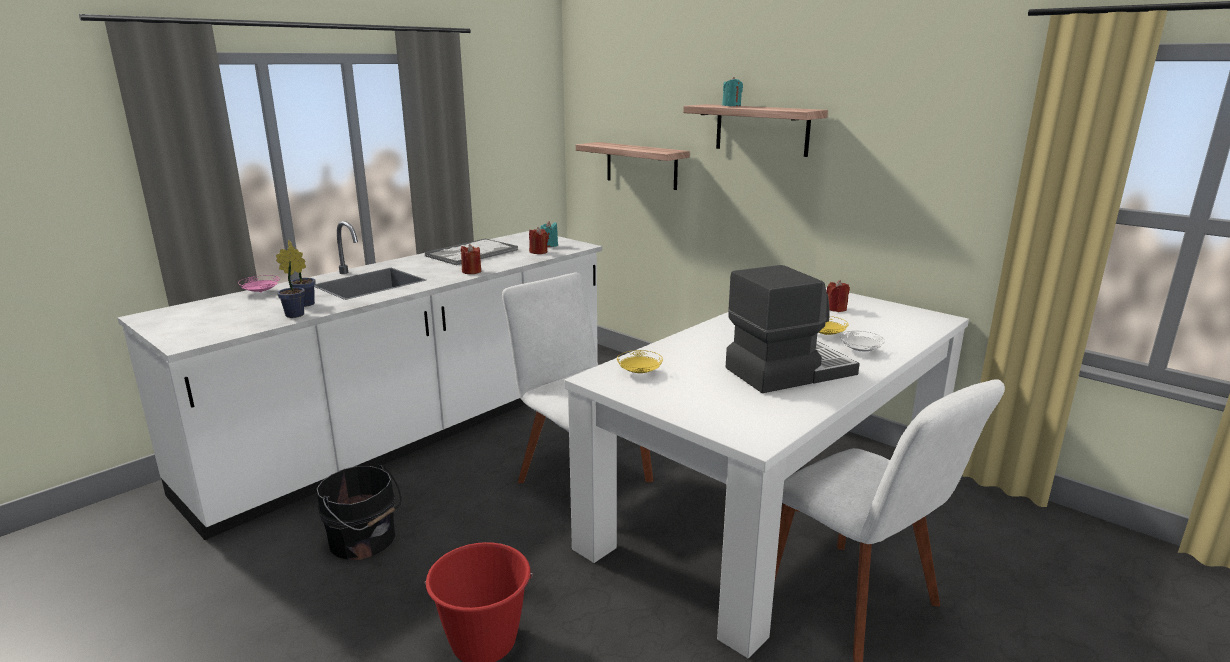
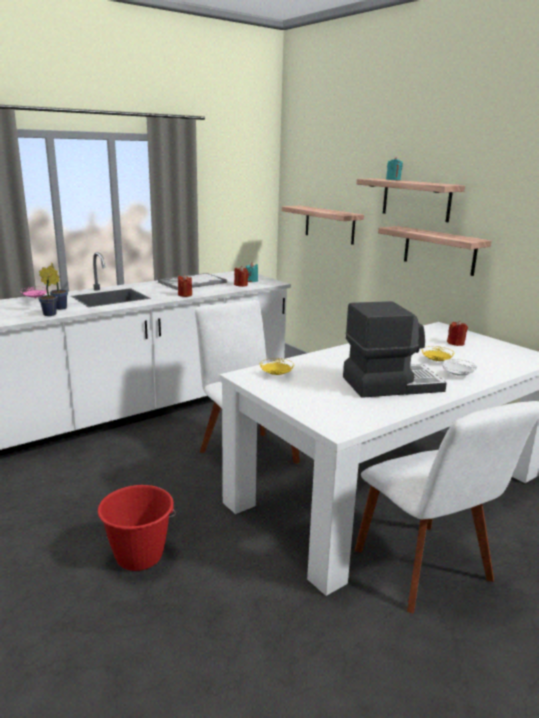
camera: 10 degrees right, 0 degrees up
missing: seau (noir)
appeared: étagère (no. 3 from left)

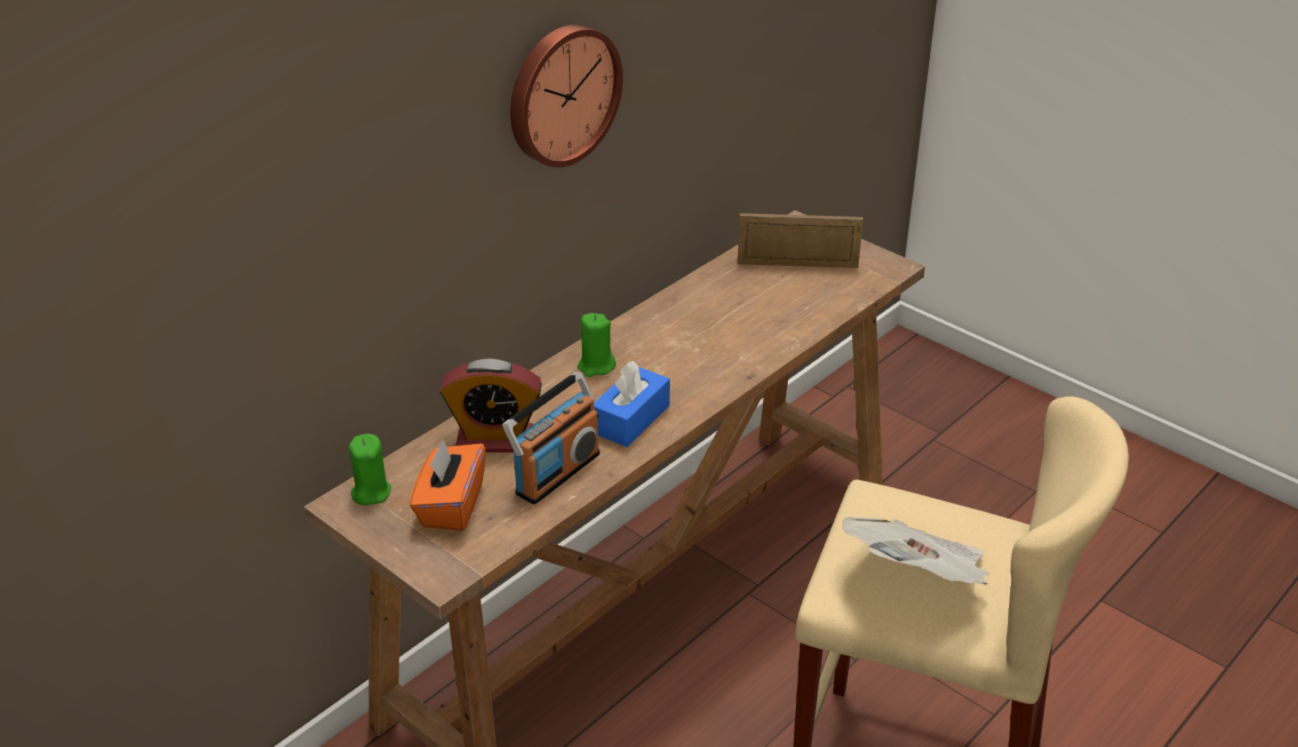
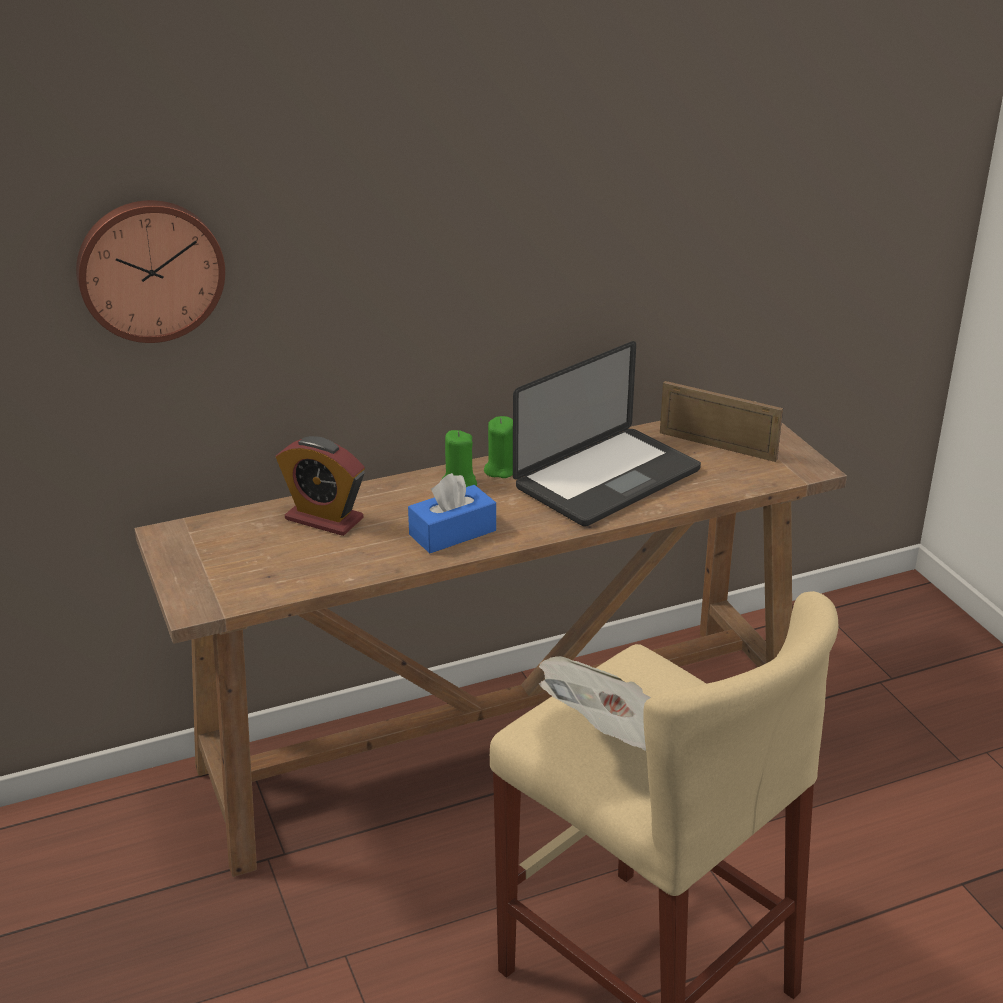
camera: 25 degrees right, 5 degrees down
missing: boîte à mouchoirs (orange); radio
appeared: ordinateur portable
relocated: bougie (vert) (no. 1 from left in the first image) to bougie (vert) (no. 2 from left); horloge murale

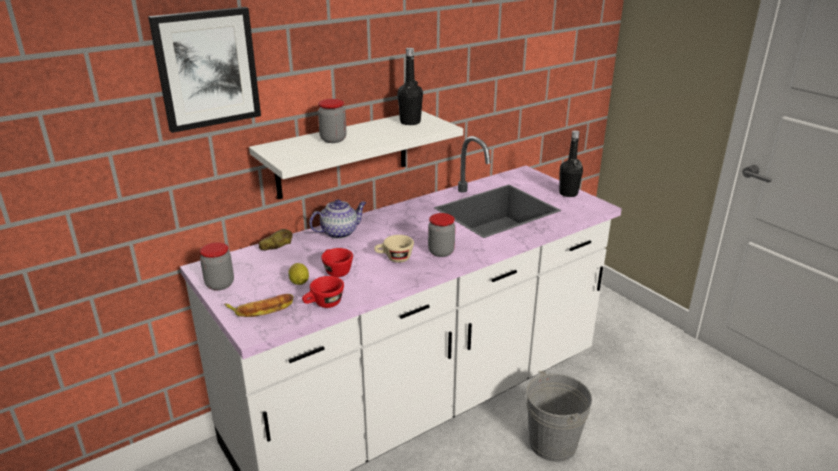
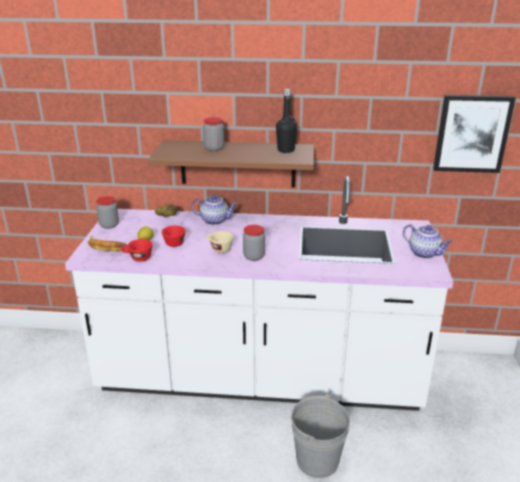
camera: 40 degrees right, 0 degrees up
relocated: tableau
exchanged: bouteille (noir) (no. 2 from left) to théière (no. 2 from left)
colour: étagère (blanc) to étagère (marron)

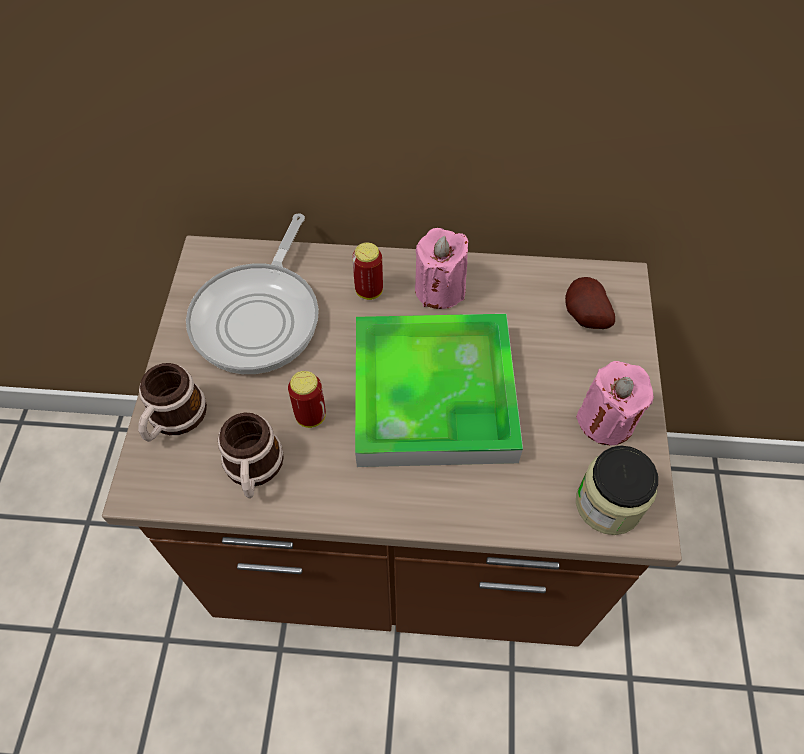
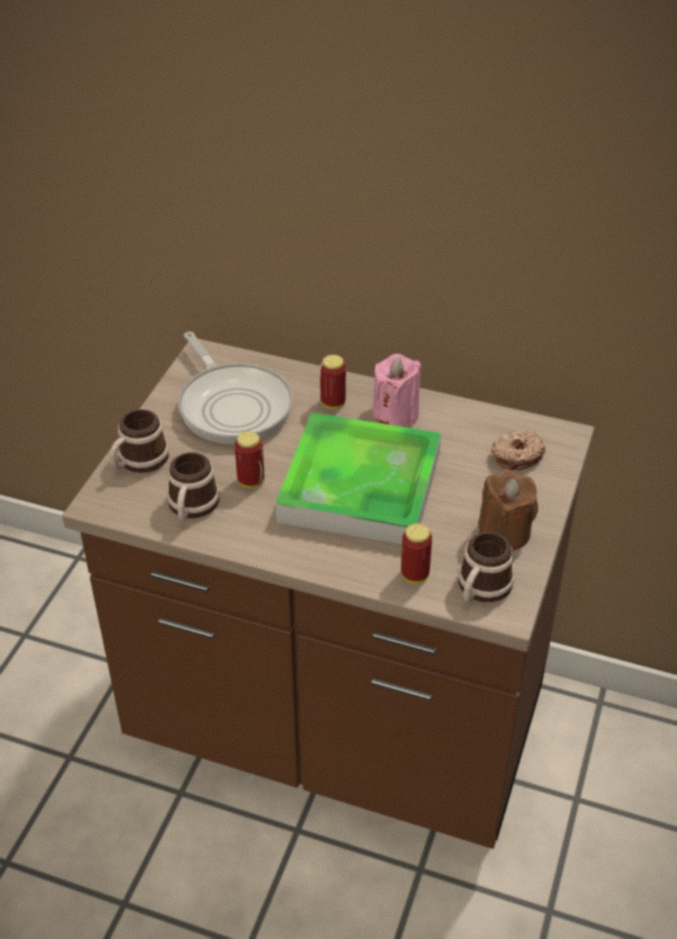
camera: 15 degrees right, 15 degrees down
appeared: boîte métallique (no. 3 from left)
exchanged: pomme de terre to beignet; bocal to mug (no. 3 from left)
colour: bougie (rose) (no. 2 from left) to bougie (marron)
spun: poêle 60 degrees counterclockwise

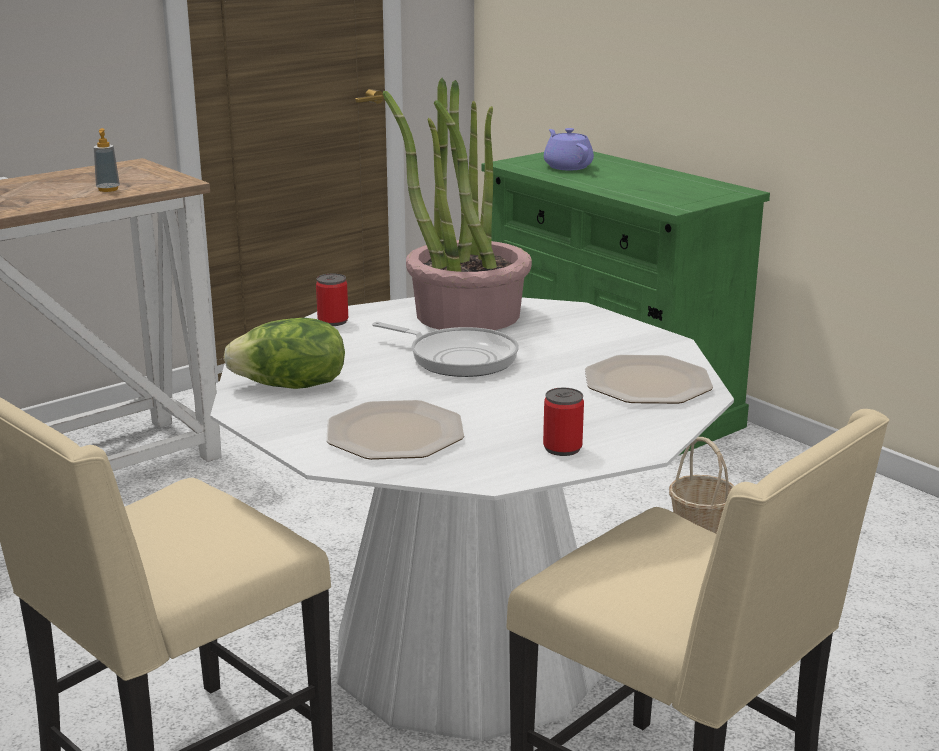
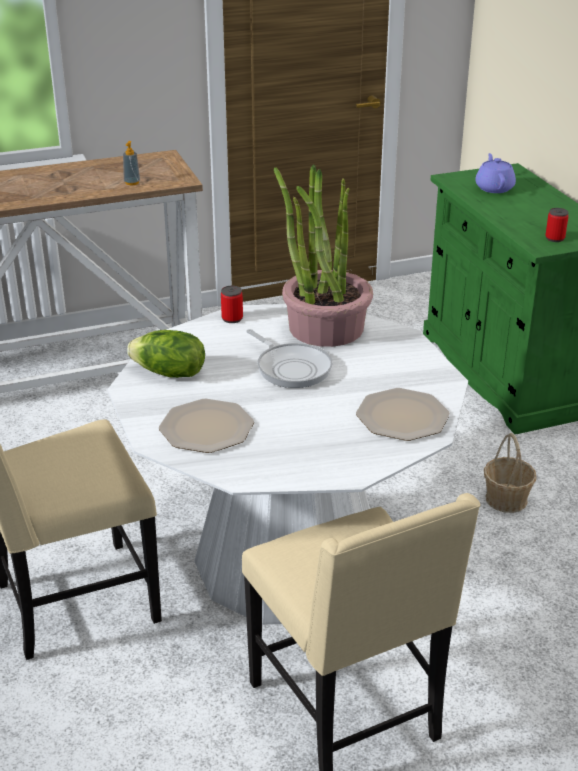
camera: 20 degrees right, 10 degrees up
relocated: boîte métallique (no. 2 from left)

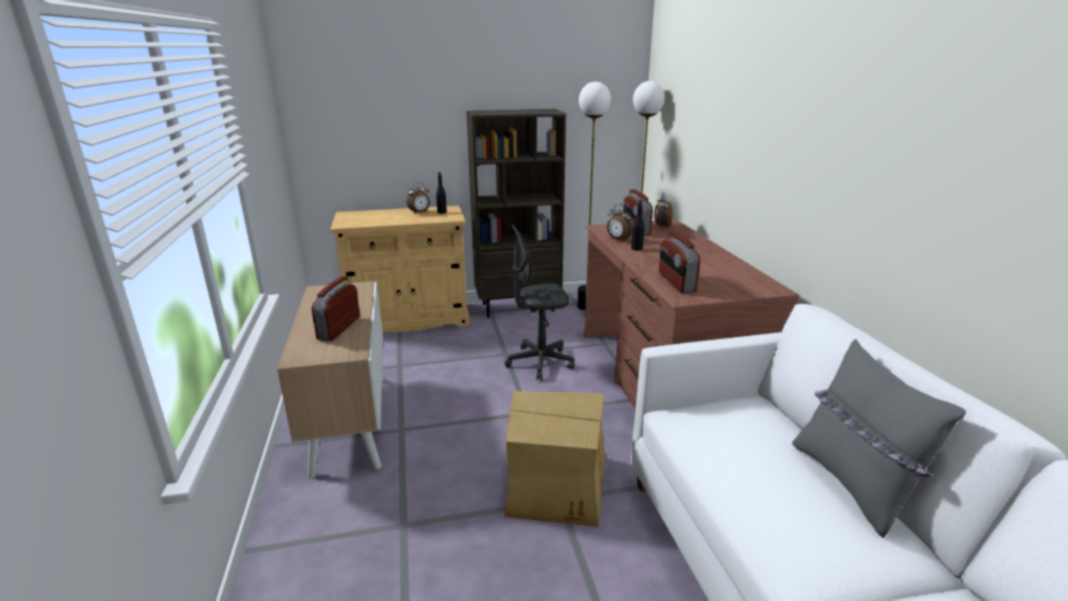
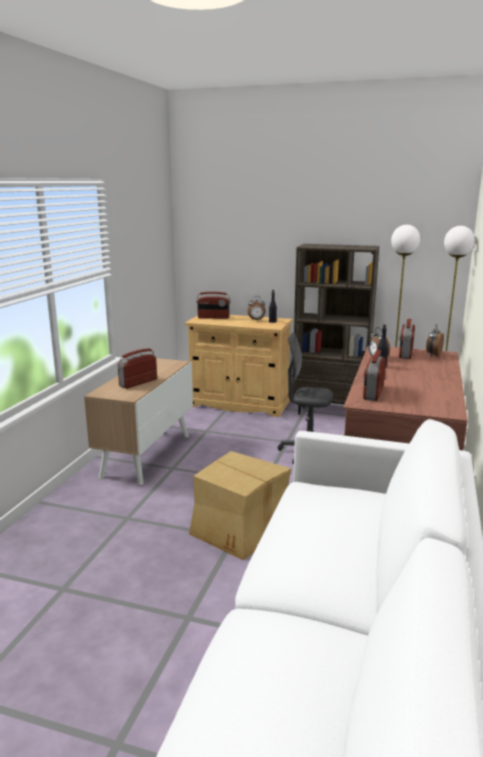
camera: 30 degrees right, 5 degrees down
missing: coussin (gris)
appeared: radio (no. 2 from left)

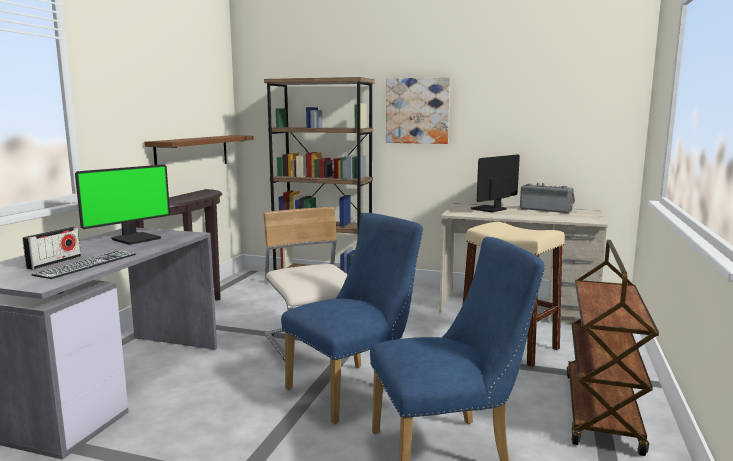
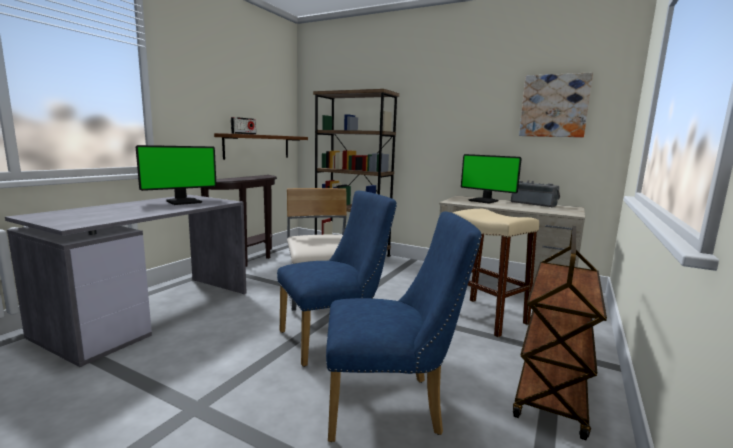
camera: 10 degrees right, 0 degrees up
missing: clavier
relocated: radio (no. 1 from left); tableau
spun: écran d'ordinateur (no. 2 from left) 105 degrees counterclockwise

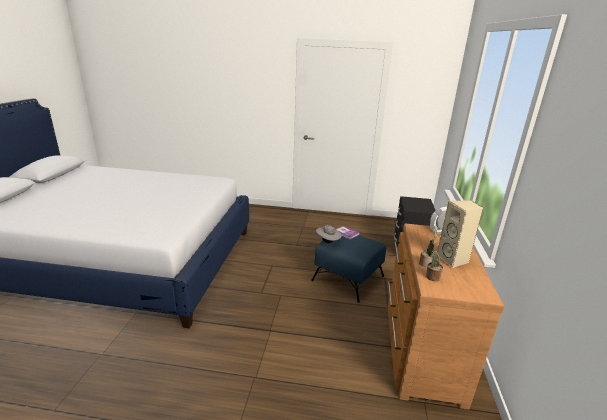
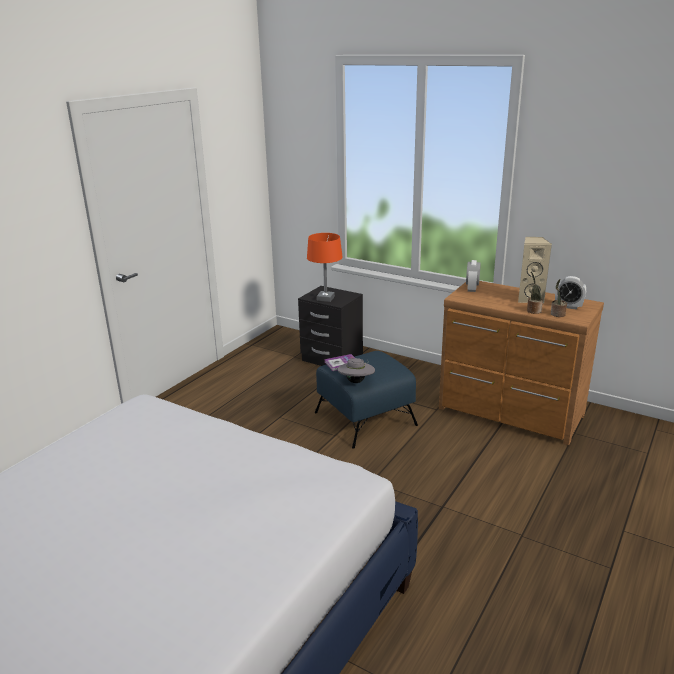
camera: 65 degrees left, 0 degrees up
appeared: lampe de table (orange); réveil (no. 2 from left)

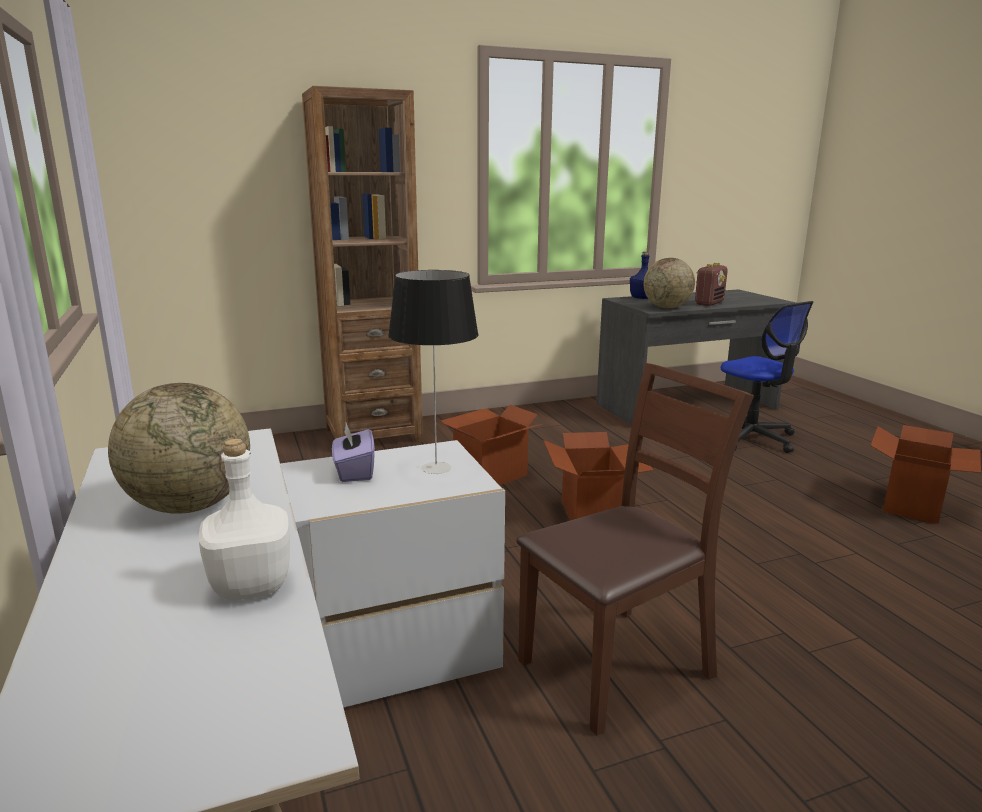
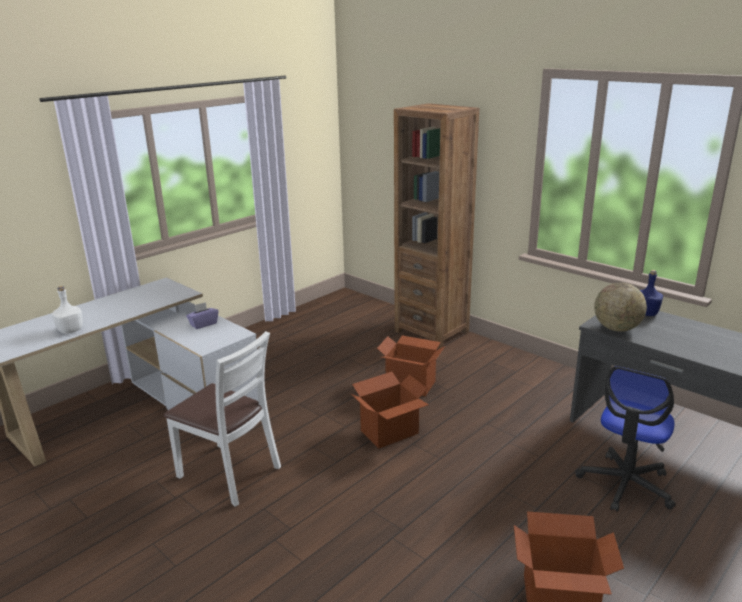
camera: 65 degrees right, 5 degrees up
missing: globe (no. 1 from left); lampe de table; radio
colour: chaise (marron) to chaise (blanc)

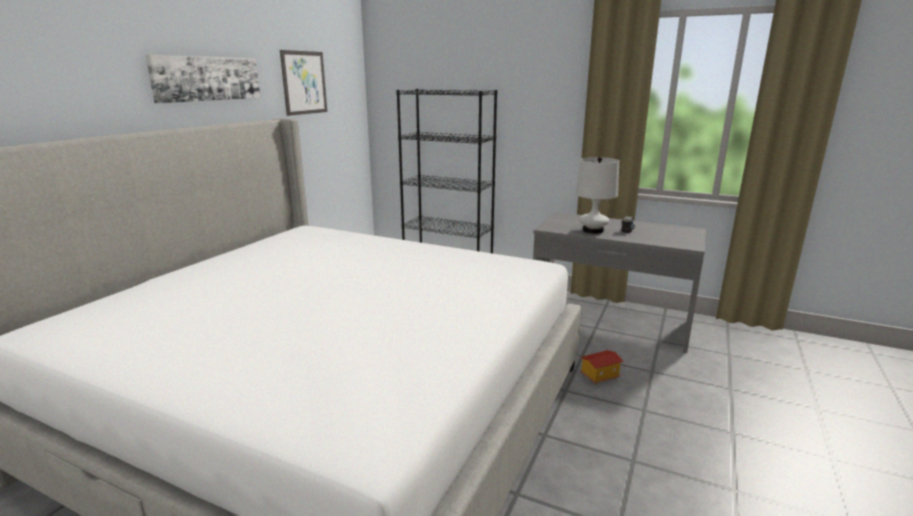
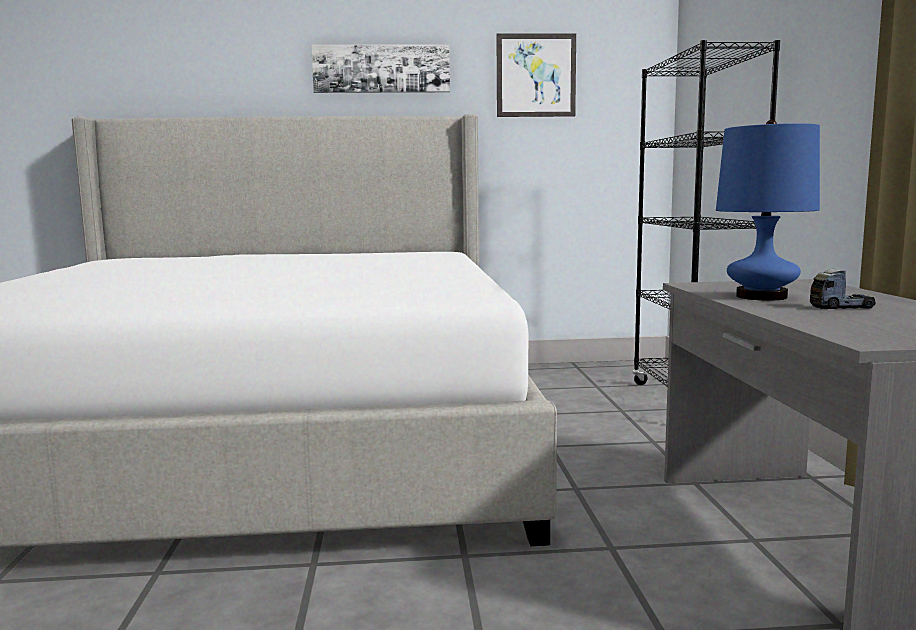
camera: 60 degrees right, 10 degrees down
missing: maison miniature
colour: lampe de table (blanc) to lampe de table (bleu)

